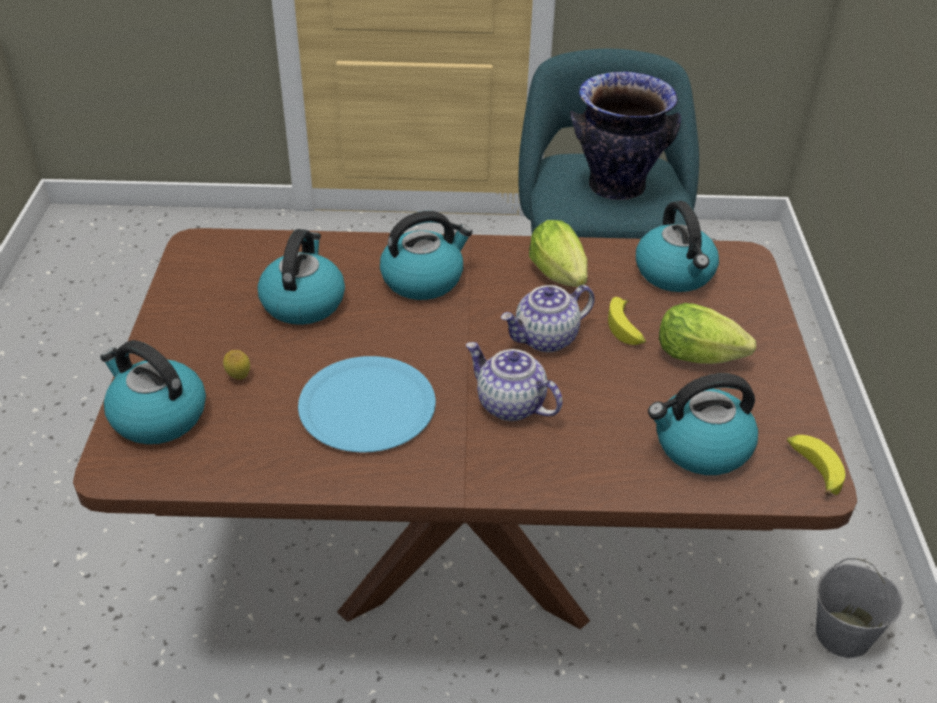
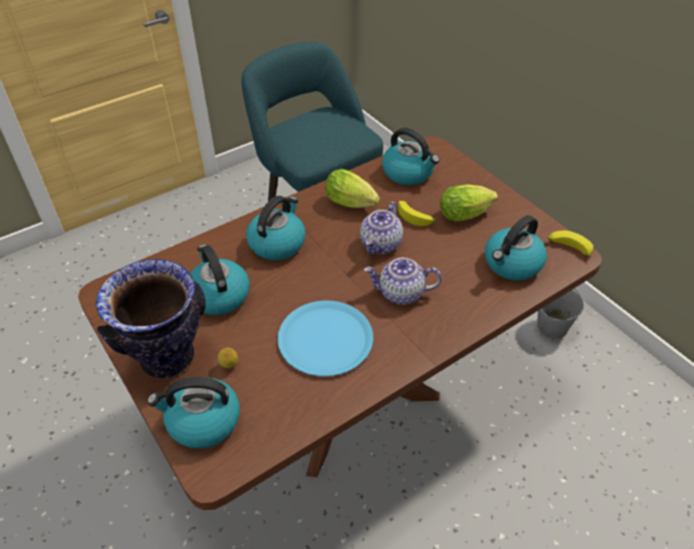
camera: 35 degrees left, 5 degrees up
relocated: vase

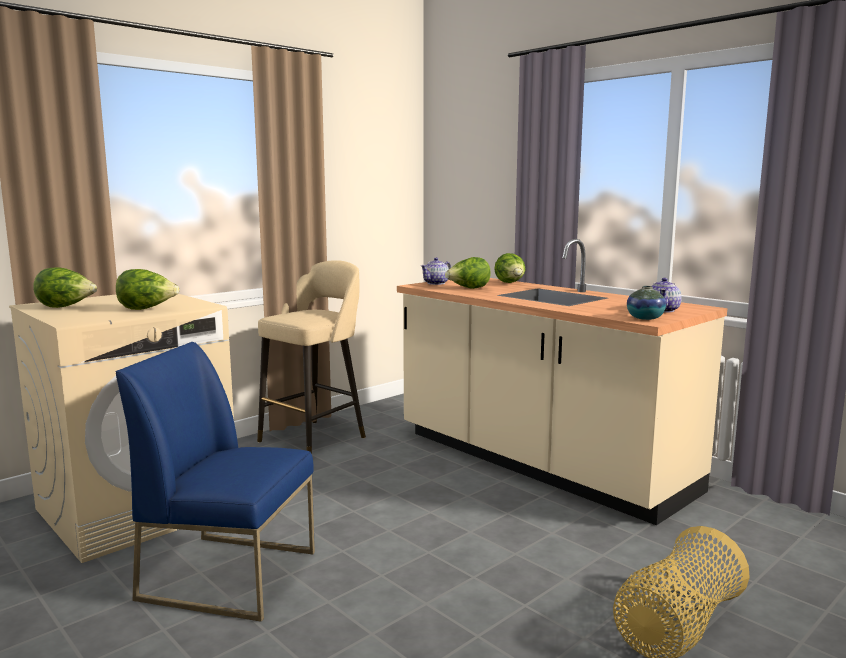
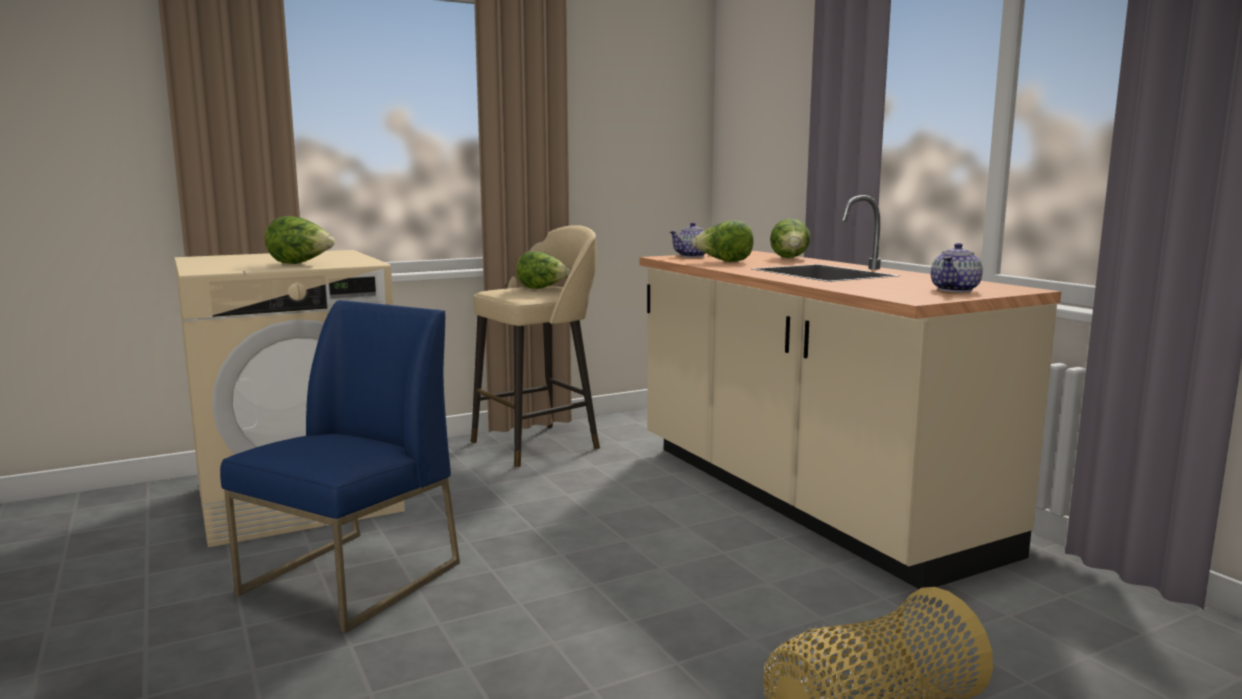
camera: 15 degrees right, 0 degrees up
missing: vase
relocated: laitue (no. 1 from left in the first image) to laitue (no. 2 from left)
spun: chaise (bleu) 90 degrees clockwise

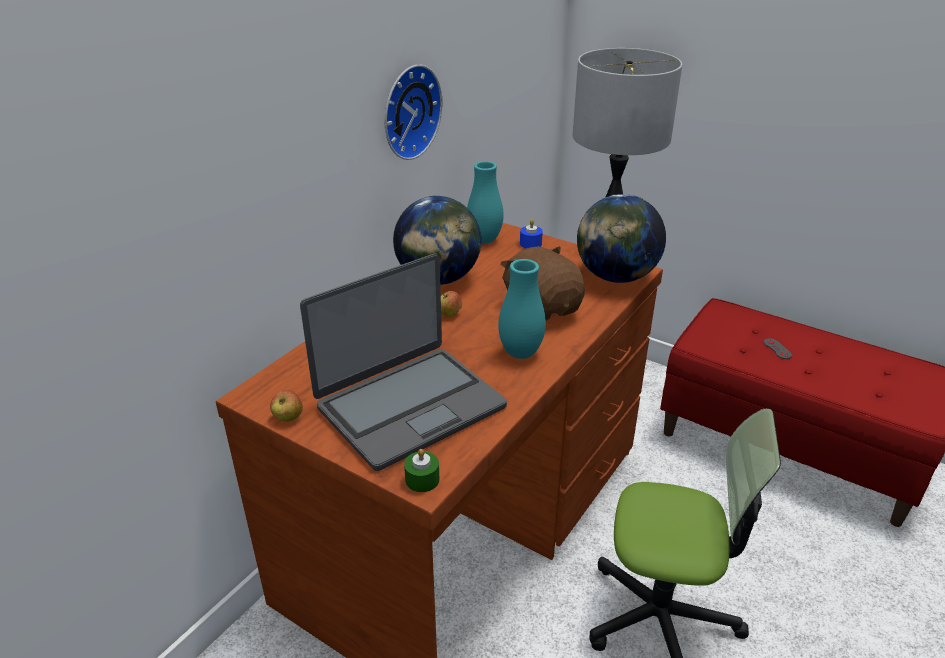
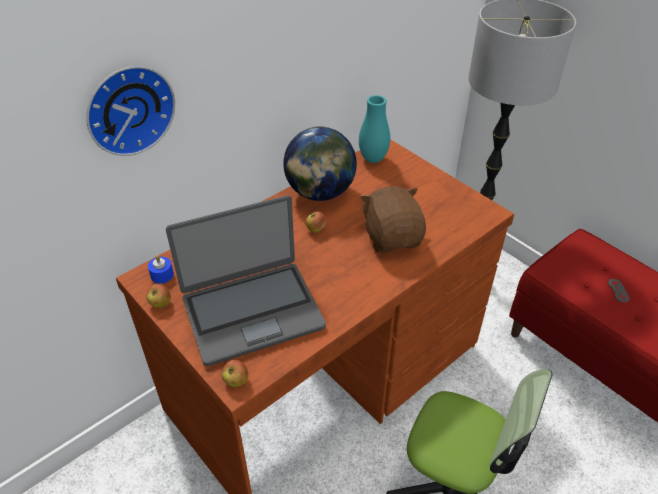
camera: 15 degrees right, 10 degrees up
missing: vase (turquoise) (no. 2 from left); globe (no. 2 from left)
relocated: horloge murale; bougie (bleu)
exchanged: bougie (vert) to pomme (no. 2 from left)

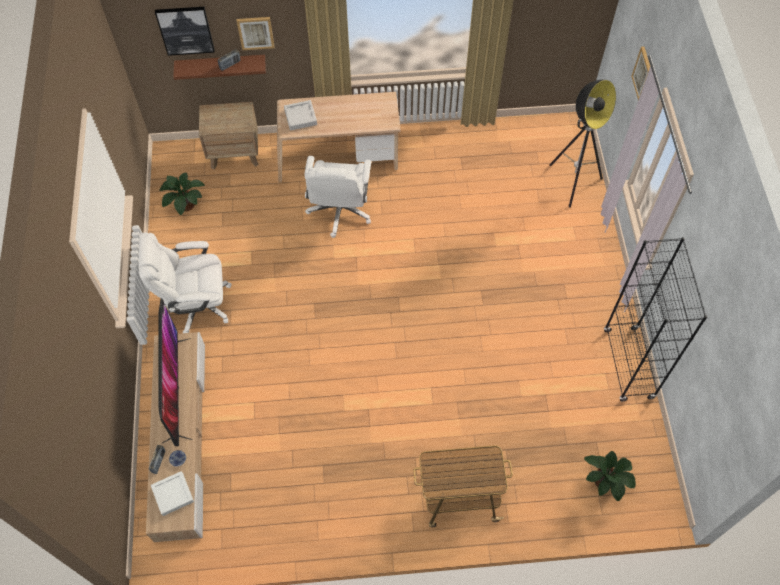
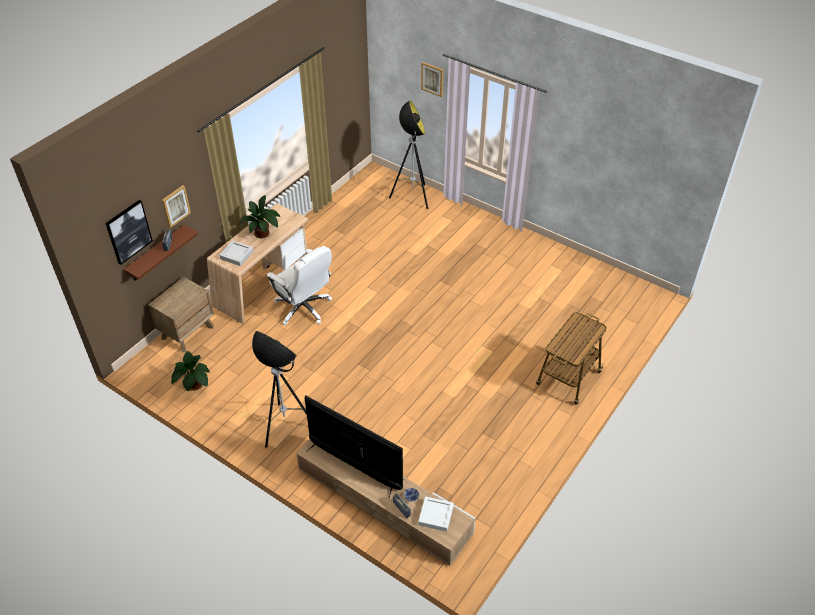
camera: 50 degrees left, 15 degrees down
missing: bibliothèque (noir)
relocated: plante en pot (no. 2 from left)
exchanged: chaise de bureau (blanc) (no. 1 from left) to lampadaire (no. 1 from left)

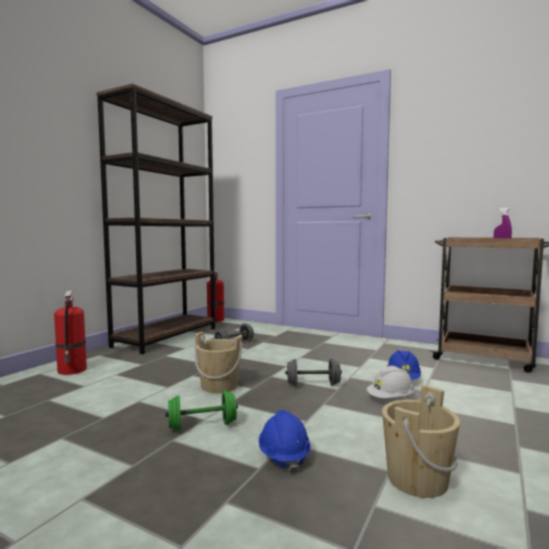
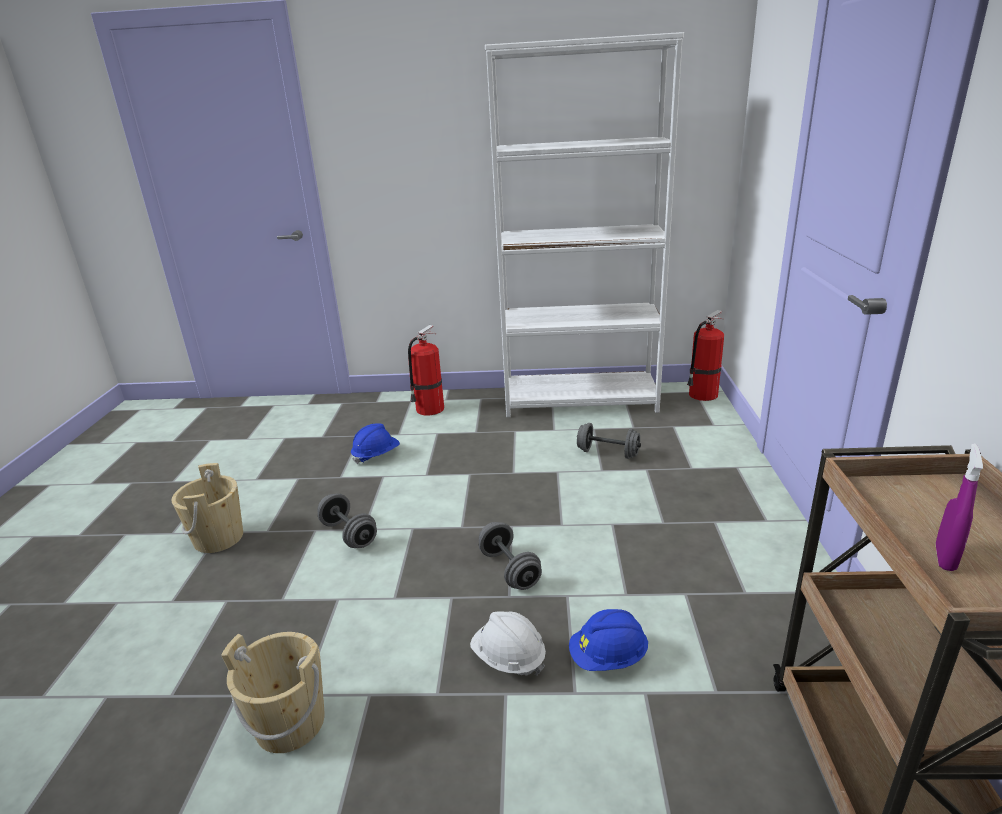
camera: 65 degrees right, 20 degrees up
relocated: seau (beige) (no. 1 from left); casque de chantier (bleu) (no. 1 from left)
colour: bibliothèque (marron) to bibliothèque (blanc); haltère (vert) to haltère (gris) (no. 1 from left)

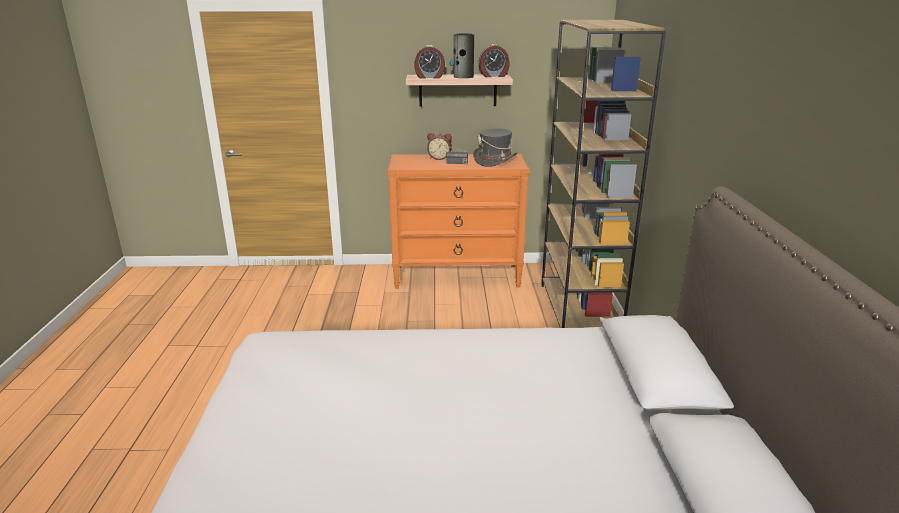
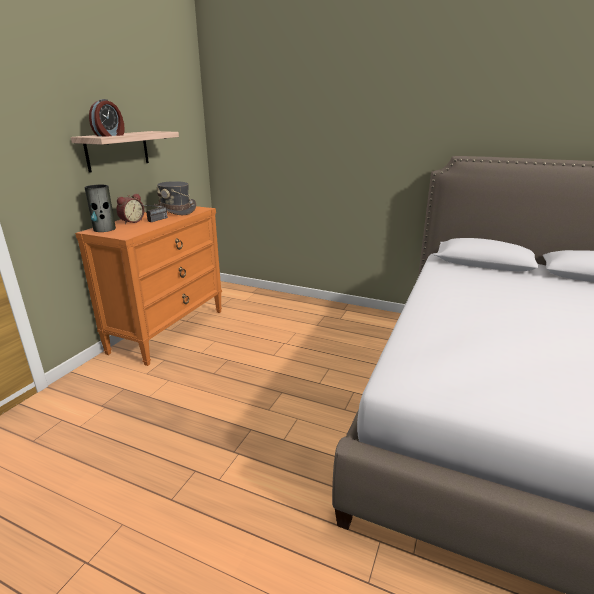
camera: 65 degrees left, 0 degrees up
missing: réveil (no. 3 from left); bibliothèque (marron)
relocated: vase

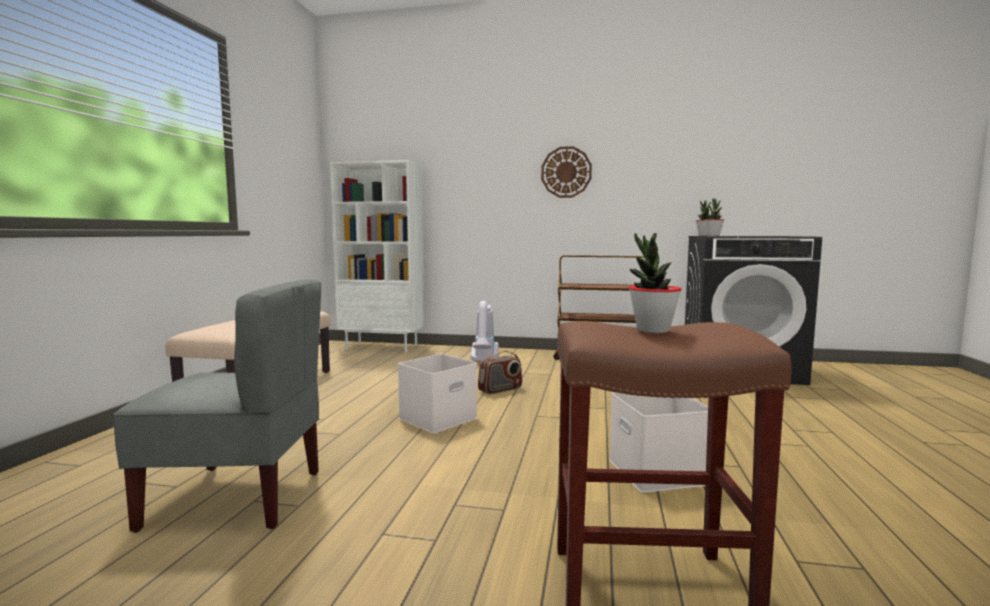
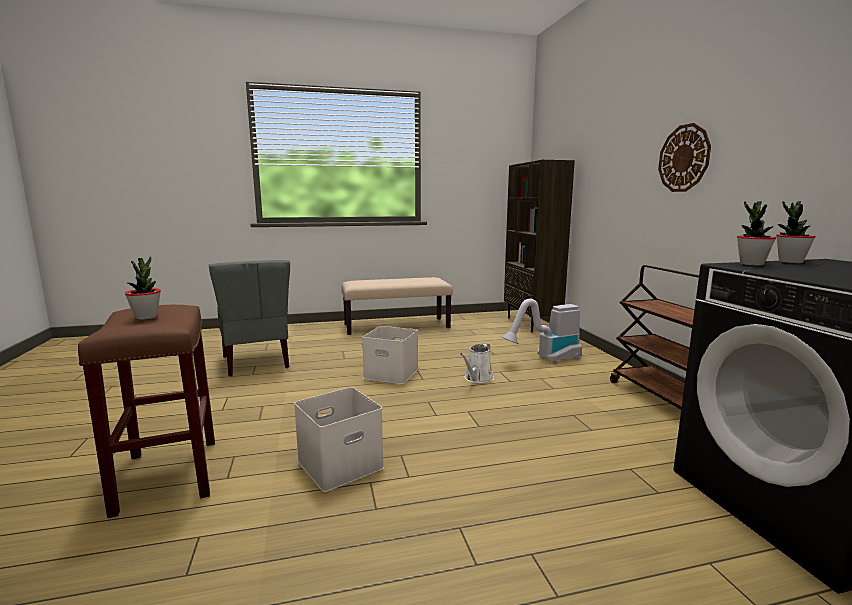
camera: 65 degrees right, 5 degrees up
exchanged: radio to arrosoir (blanc)
colour: bibliothèque (blanc) to bibliothèque (marron)

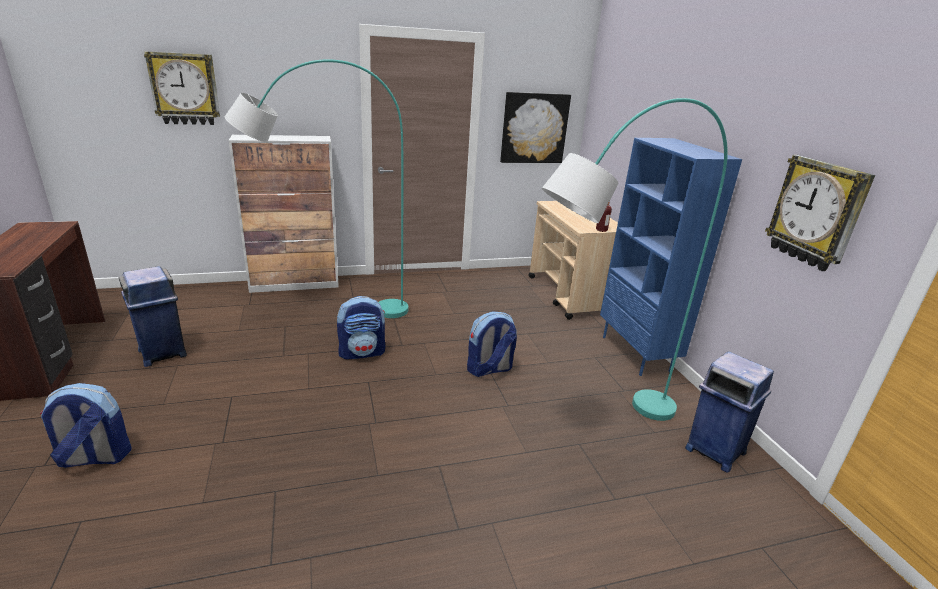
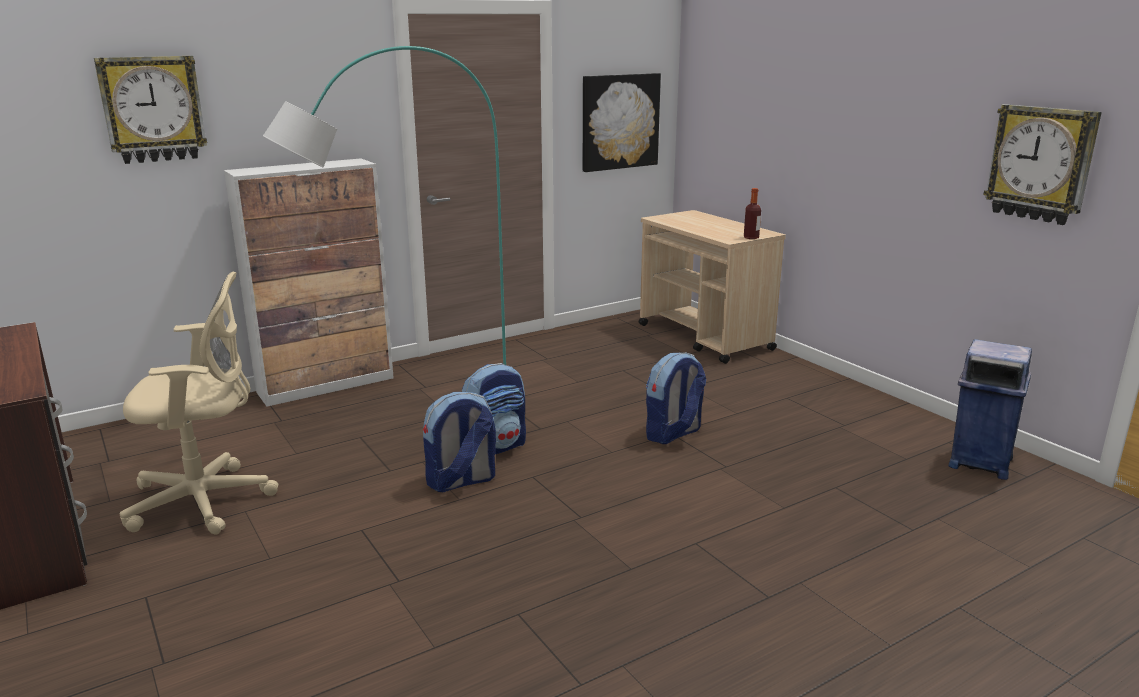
camera: 15 degrees left, 5 degrees down
missing: lampadaire (turquoise) (no. 2 from left); bibliothèque (bleu)
relocated: sac à dos (no. 1 from left)
exchanged: poubelle (bleu) (no. 1 from left) to chaise de bureau (beige)

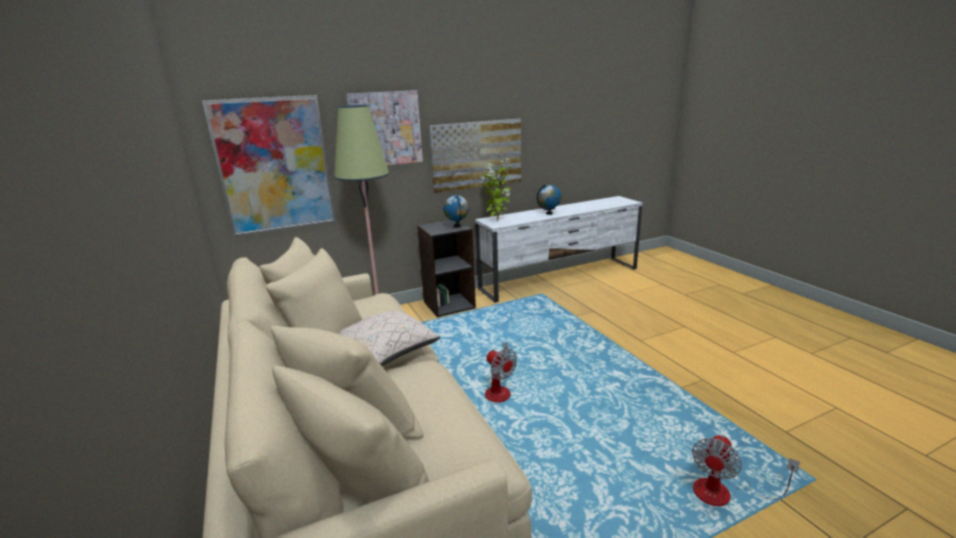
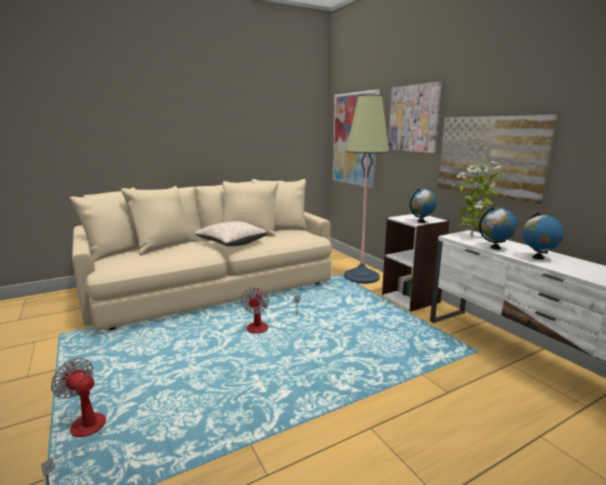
camera: 85 degrees right, 5 degrees down
appeared: globe (no. 2 from left)
colour: bibliothèque (noir) to bibliothèque (blanc)
spun: ventilateur (no. 1 from left in the first image) 45 degrees counterclockwise

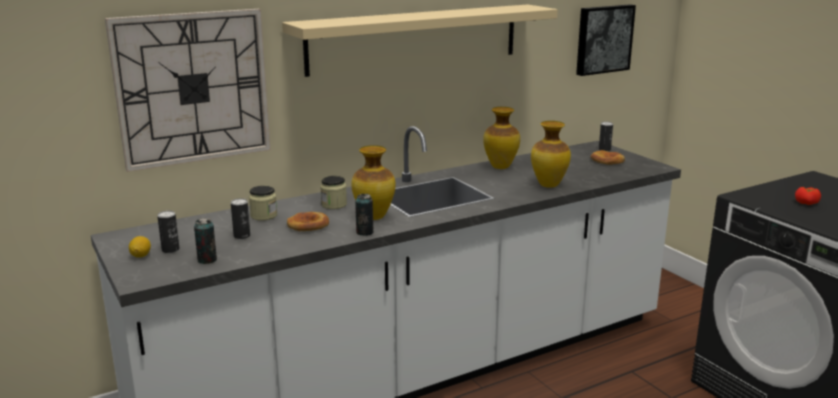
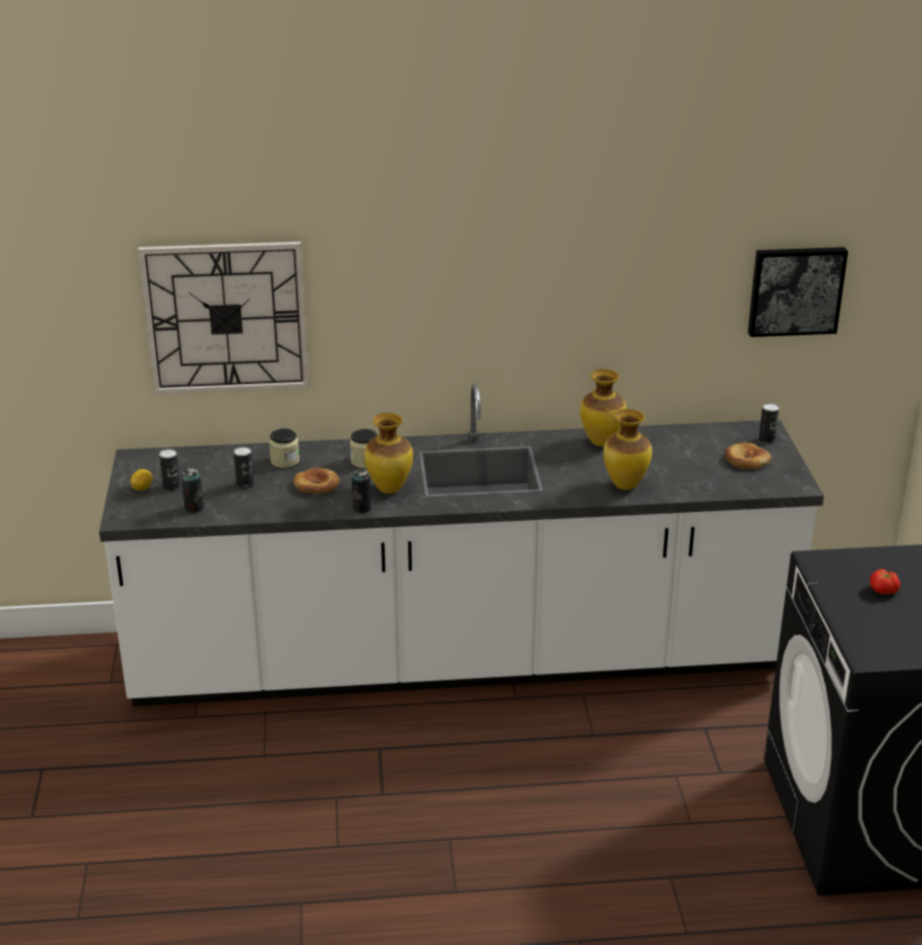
camera: 25 degrees right, 10 degrees up
missing: étagère (beige)

